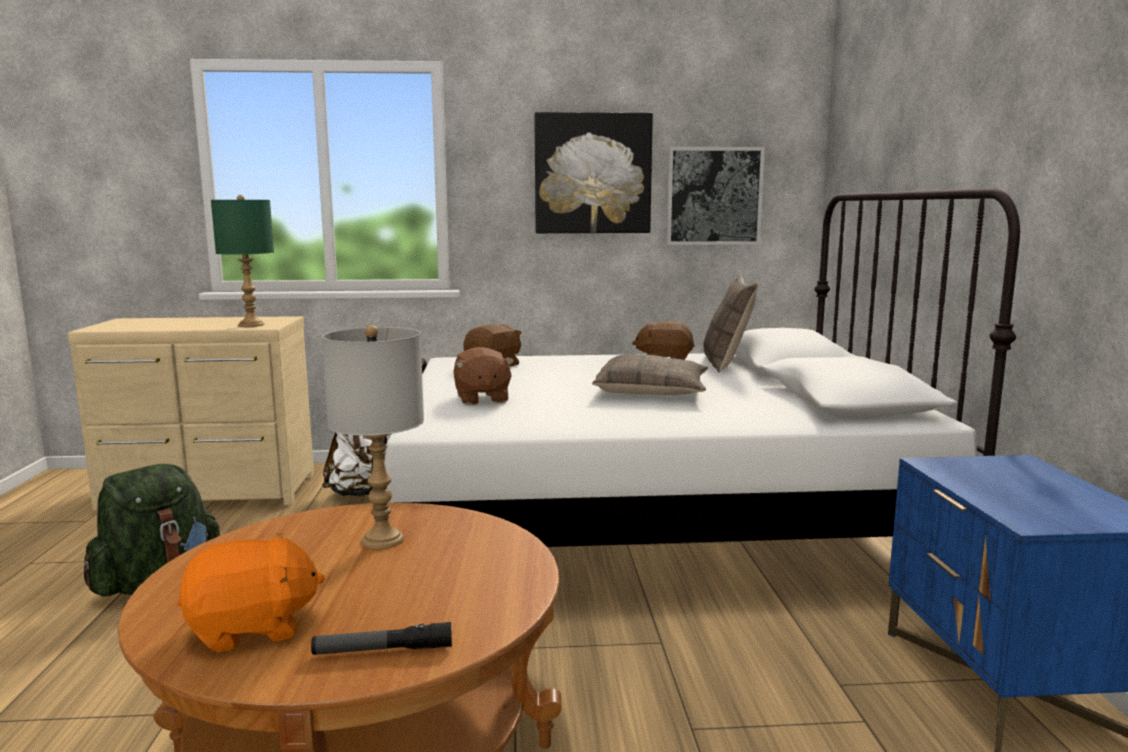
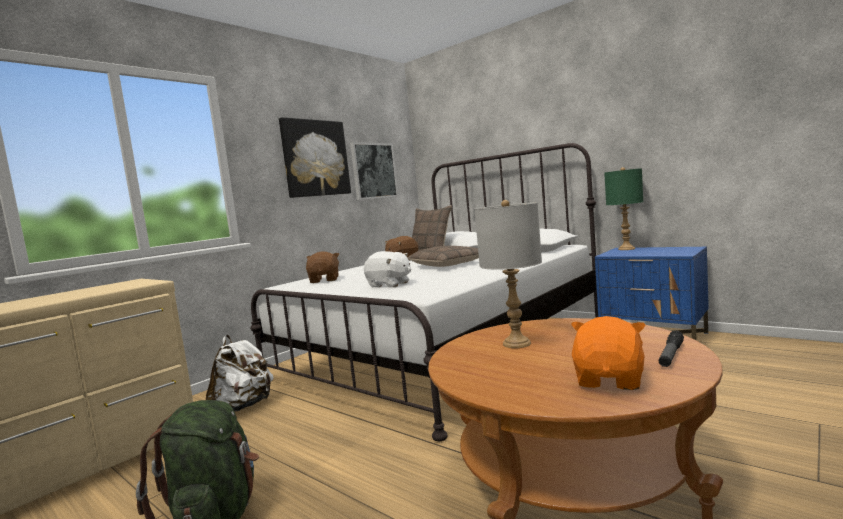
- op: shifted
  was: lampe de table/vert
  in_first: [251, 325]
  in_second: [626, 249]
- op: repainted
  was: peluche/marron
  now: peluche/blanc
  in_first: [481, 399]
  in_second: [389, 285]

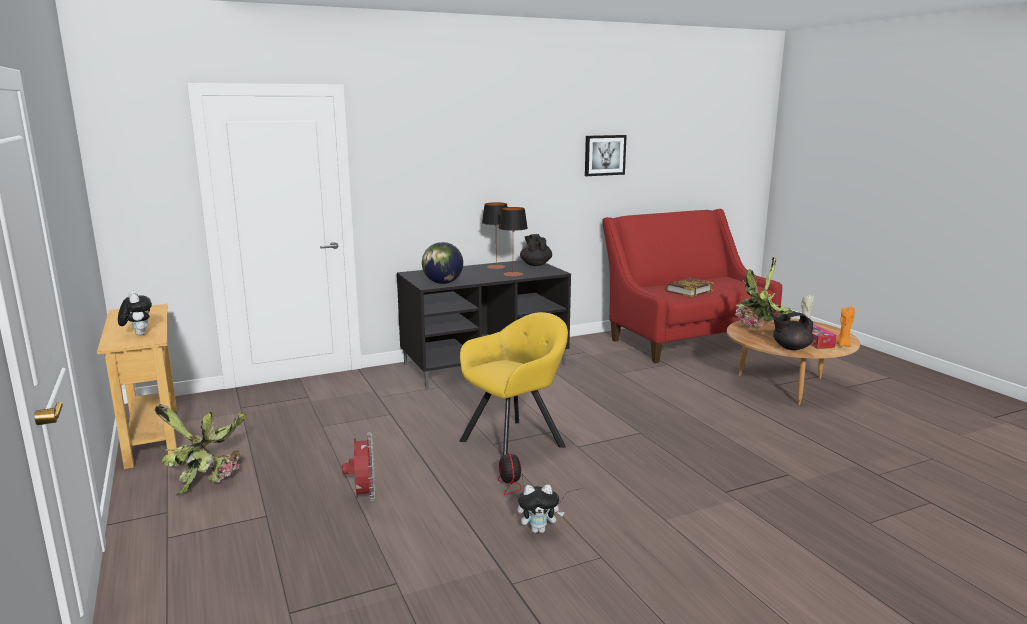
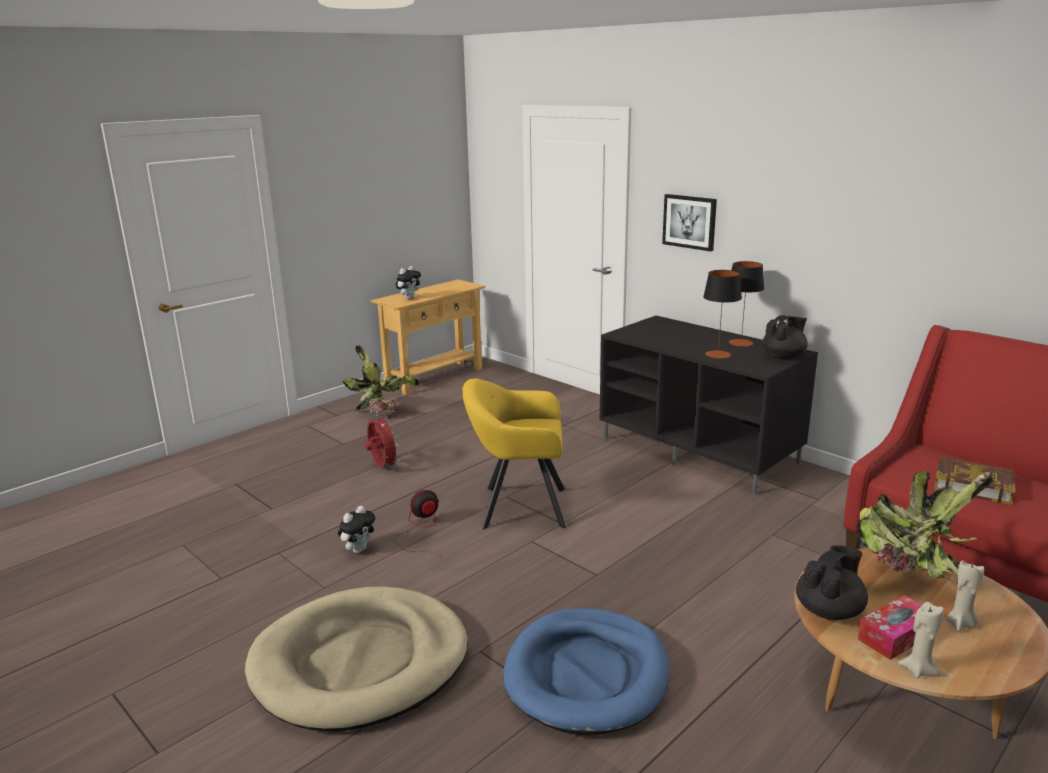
- op: shifted
  was: tableau
  in_first: [604, 155]
  in_second: [689, 222]
- op: gone
  was: globe
  in_first: [443, 283]
- op: repainted
  was: bougie/orange
  now: bougie/beige
  in_first: [842, 345]
  in_second: [918, 670]
- op: rotated
  was: fauteuil/jaune
  in_first: [516, 442]
  in_second: [518, 507]
  clockwise: 150
- op: rotated
  was: théière/noir
  in_first: [790, 348]
  in_second: [829, 610]
  clockwise: 75
- op: rotated
  was: ventilateur/rouge
  in_first: [364, 496]
  in_second: [383, 467]
  clockwise: -90
- op: rotated
  was: peluche
  in_first: [539, 530]
  in_second: [358, 549]
  clockwise: -120
- op: new
  now: panier pour chien/beige
  in_second: [361, 663]
- op: new
  now: panier pour chien/bleu
  in_second: [587, 675]

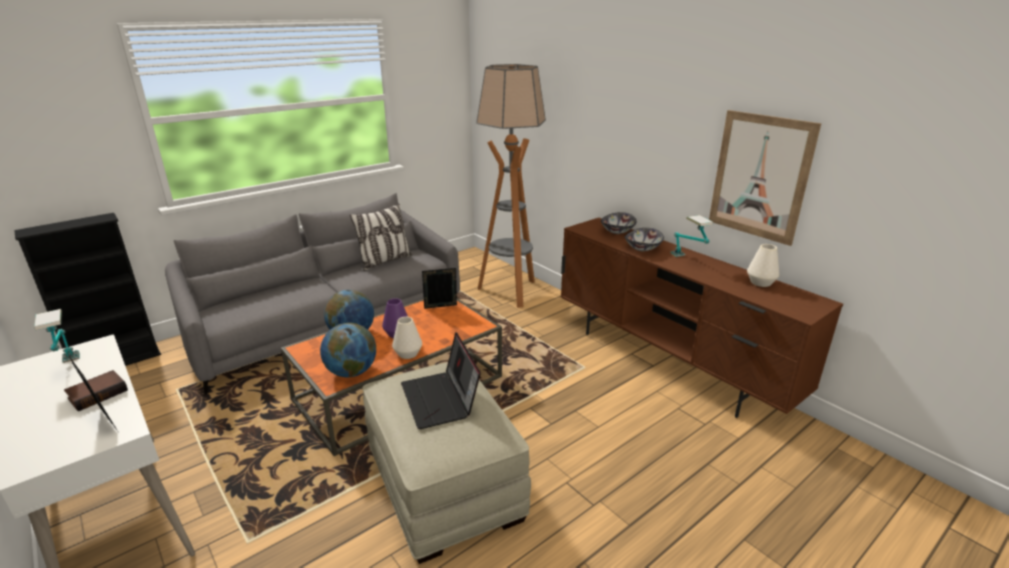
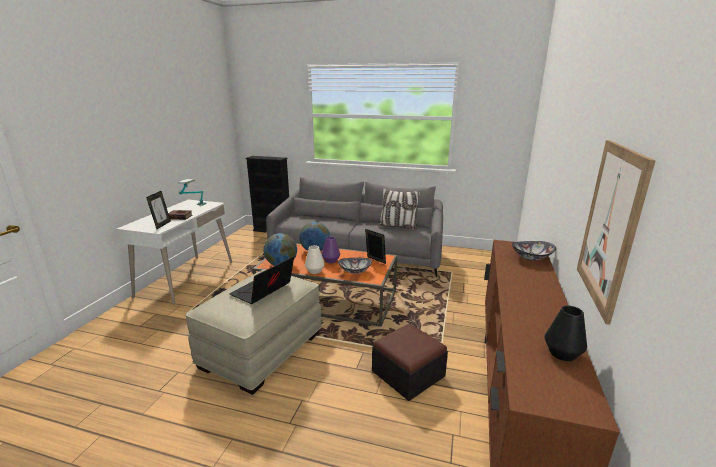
- op: gone
  was: lampadaire
  in_first: [510, 292]
- op: gone
  was: lampe de table
  in_first: [687, 261]
- op: shifted
  was: bol
  in_first: [643, 248]
  in_second: [355, 271]
- op: repainted
  was: vase/blanc
  now: vase/noir
  in_first: [760, 282]
  in_second: [562, 353]
- op: new
  now: pouf
  in_second: [408, 373]

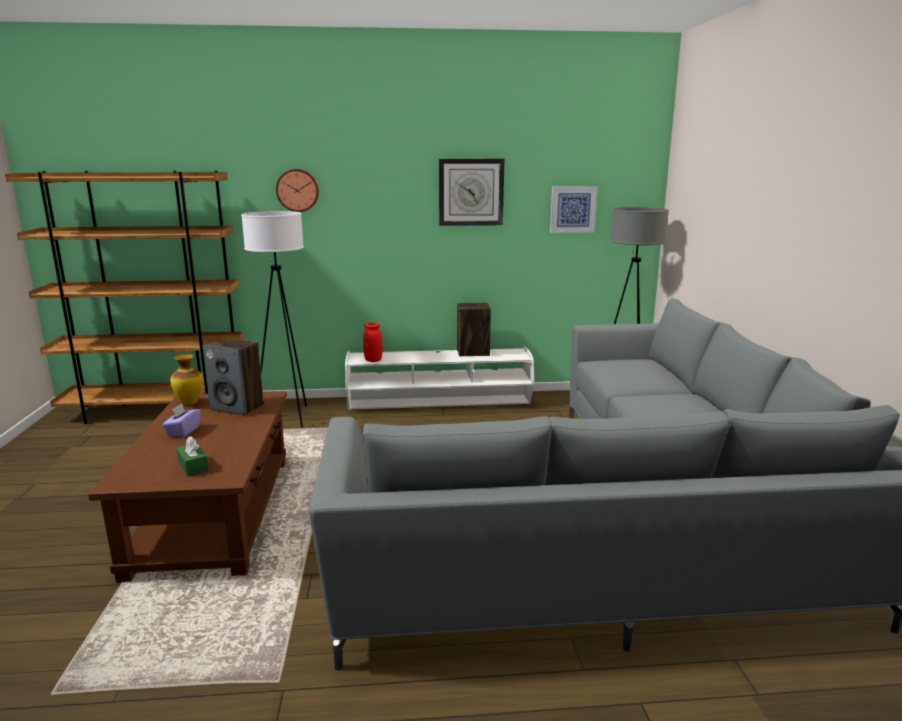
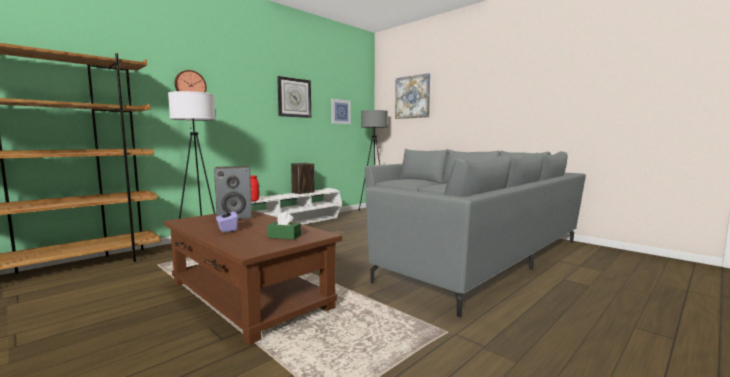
- op: gone
  was: vase
  in_first: [189, 403]
- op: new
  now: tableau
  in_second: [412, 97]

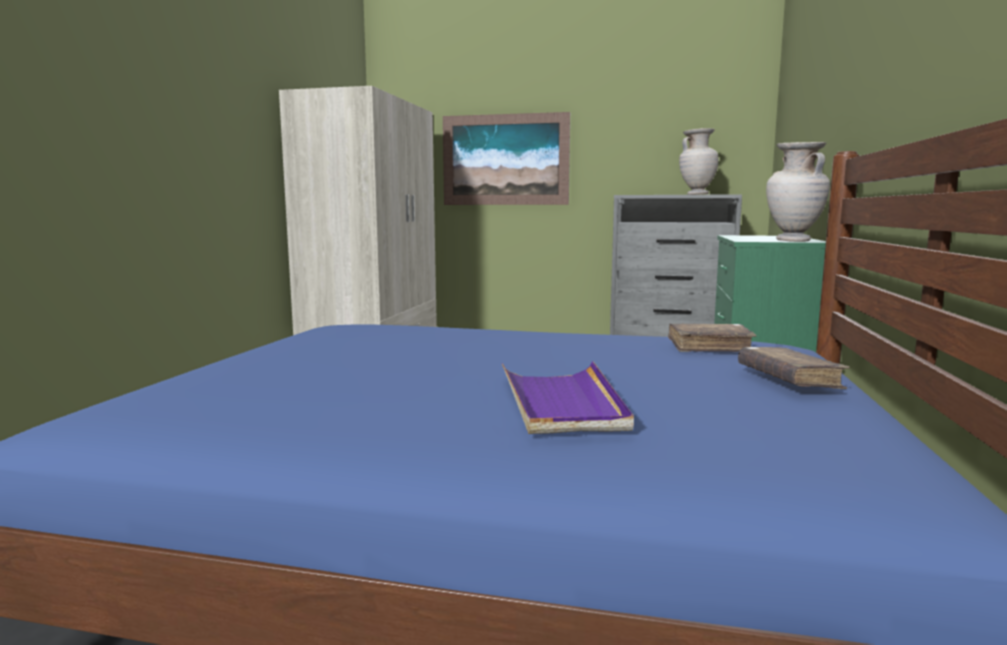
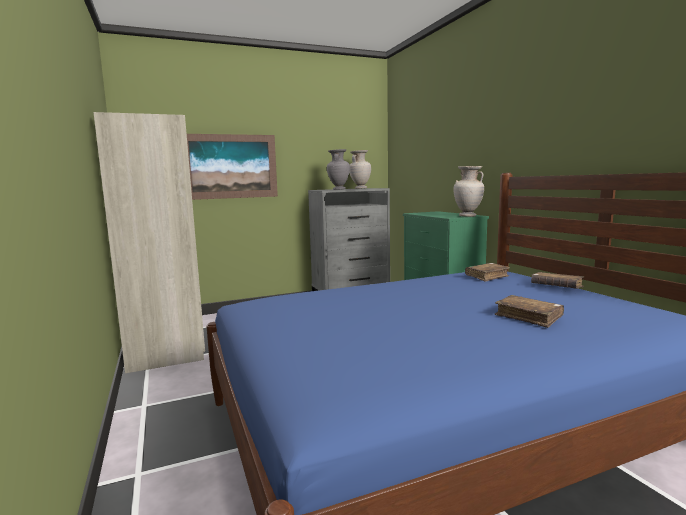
- op: swapped
  was: plateau/violet
  now: livre/marron
  in_first: [562, 402]
  in_second: [528, 317]
- op: new
  now: vase/gris
  in_second: [338, 189]

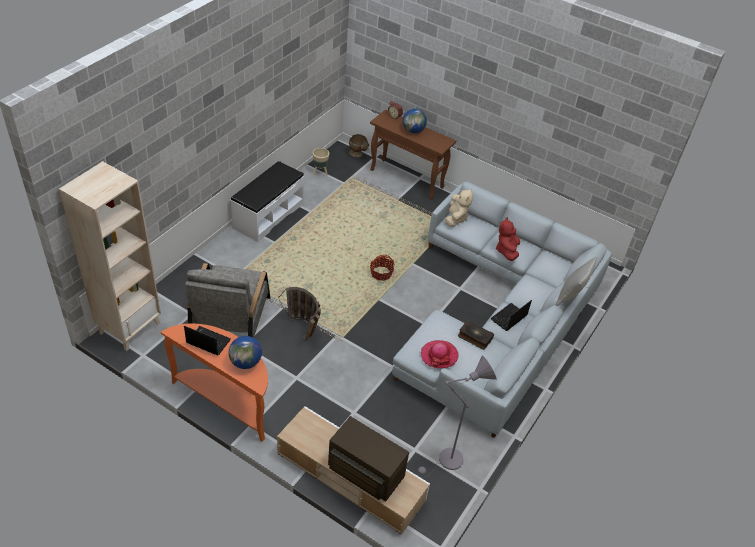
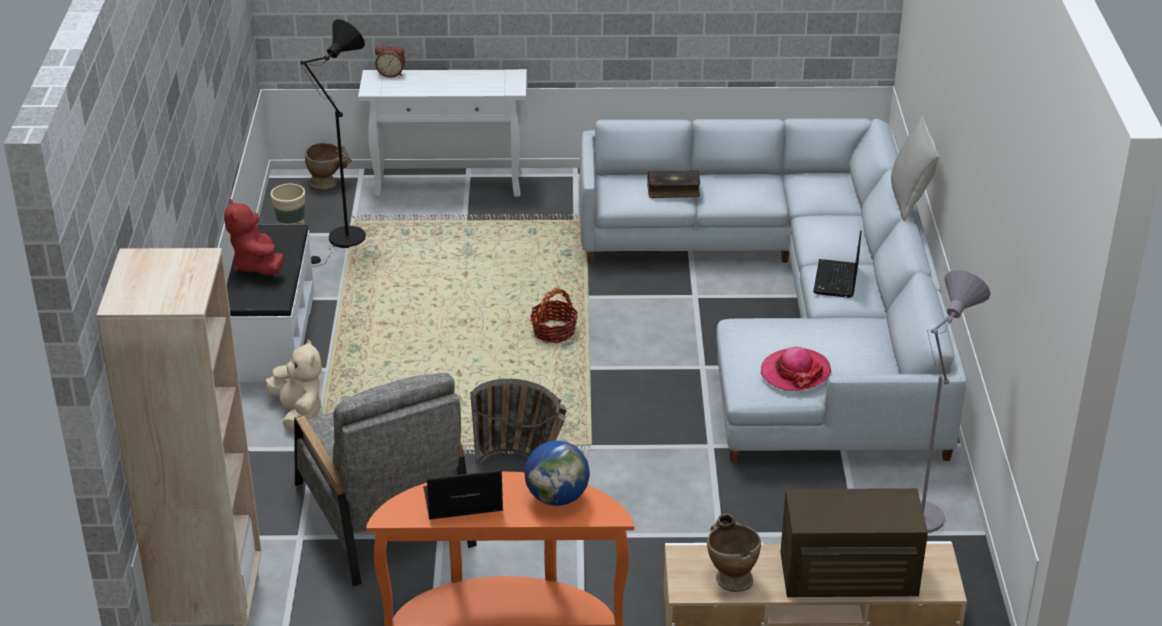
- op: repainted
  was: table console/marron
  now: table console/blanc
  in_first: [407, 179]
  in_second: [449, 185]
- op: gone
  was: globe
  in_first: [413, 131]
- op: shifted
  was: peluche/beige
  in_first: [455, 218]
  in_second: [298, 413]
- op: shifted
  was: peluche/rouge
  in_first: [507, 251]
  in_second: [257, 265]
- op: shifted
  was: livre
  in_first: [475, 337]
  in_second: [673, 190]
- op: new
  now: lampadaire/noir
  in_second: [343, 242]
- op: new
  now: vase/beige
  in_second: [730, 576]

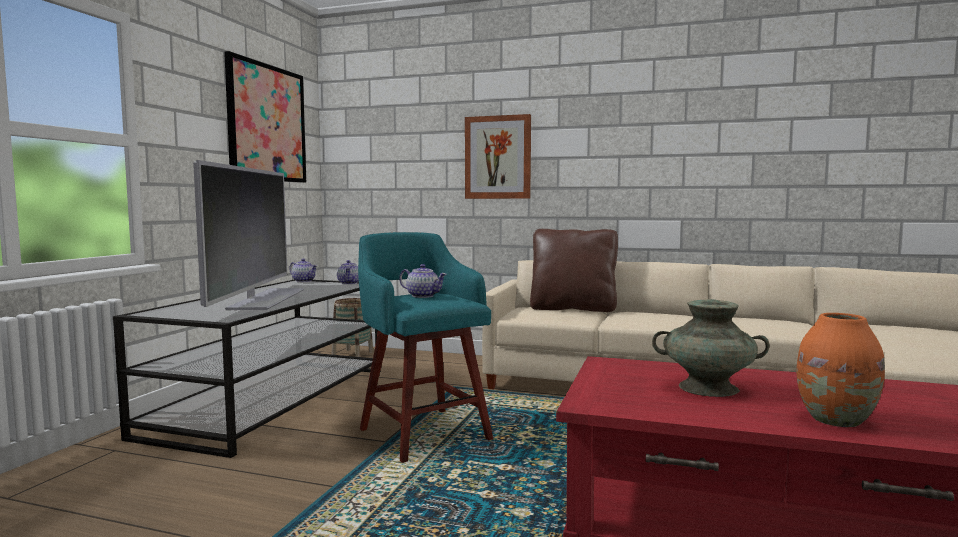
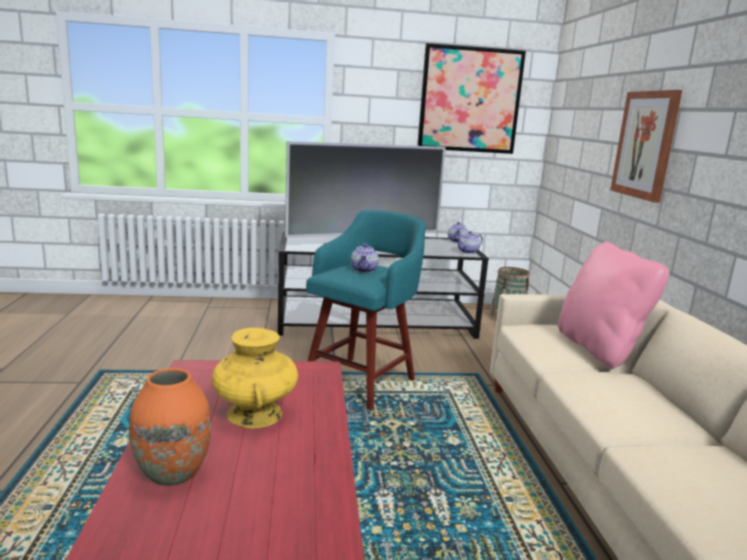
- op: repainted
  was: coussin/marron
  now: coussin/rose
  in_first: [573, 309]
  in_second: [599, 349]
- op: repainted
  was: vase/turquoise
  now: vase/jaune
  in_first: [707, 388]
  in_second: [255, 413]

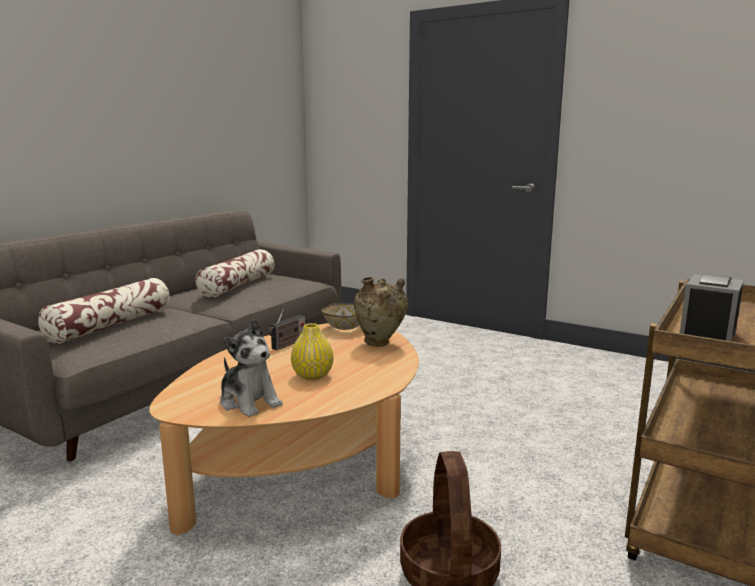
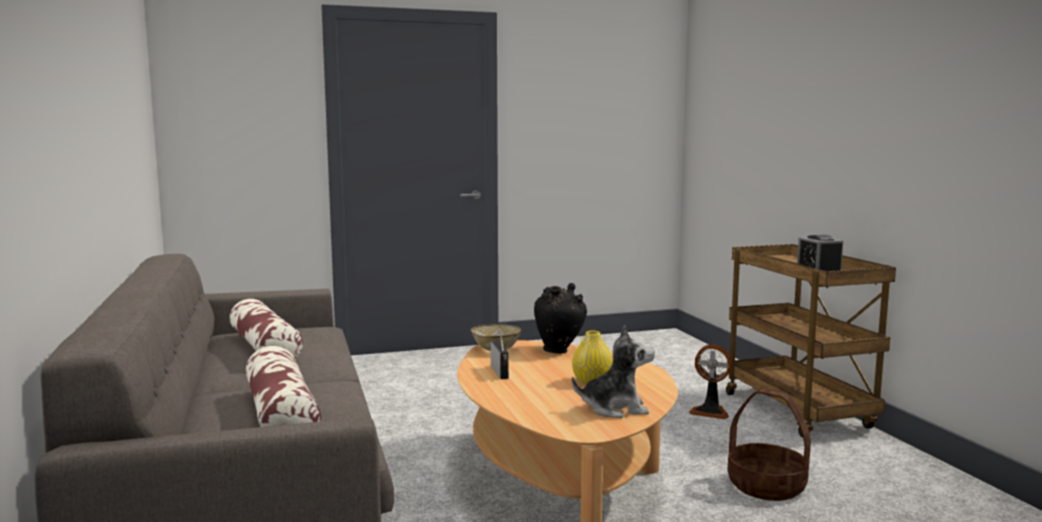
- op: repainted
  was: vase/beige
  now: vase/noir
  in_first: [380, 344]
  in_second: [559, 351]
- op: new
  now: ventilateur
  in_second: [710, 411]

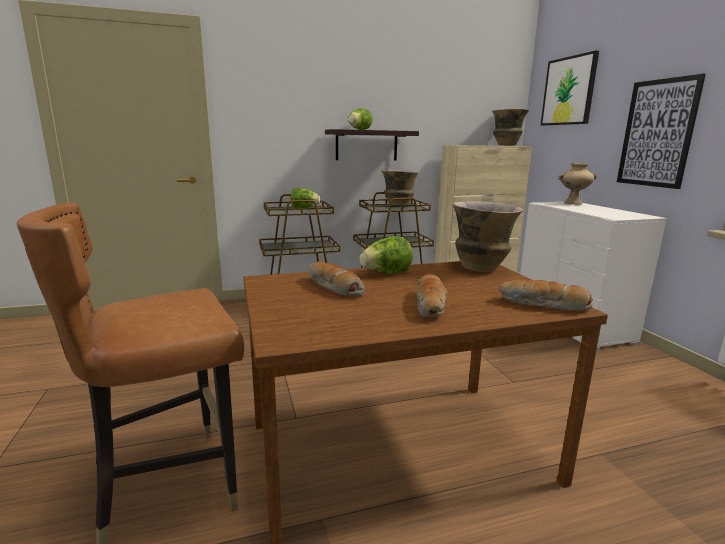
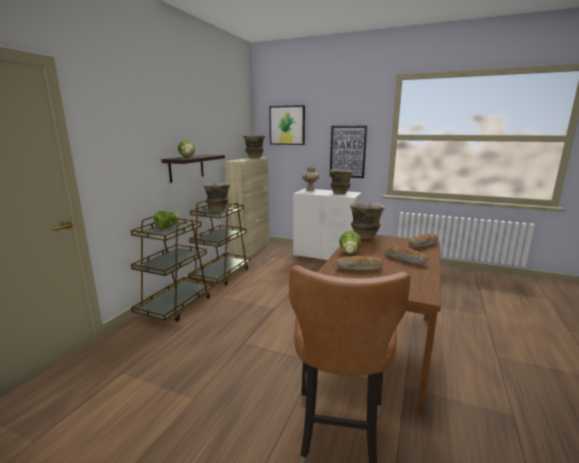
- op: new
  now: vase
  in_second: [340, 193]

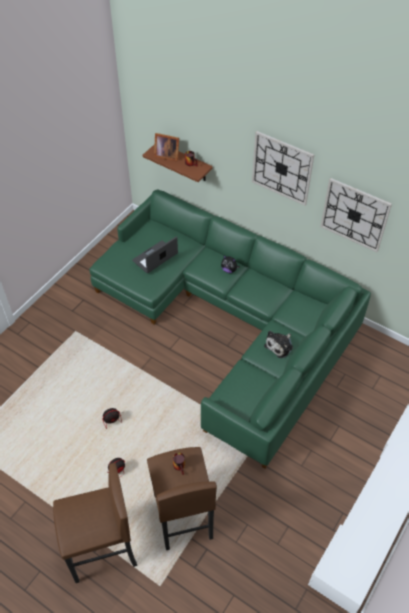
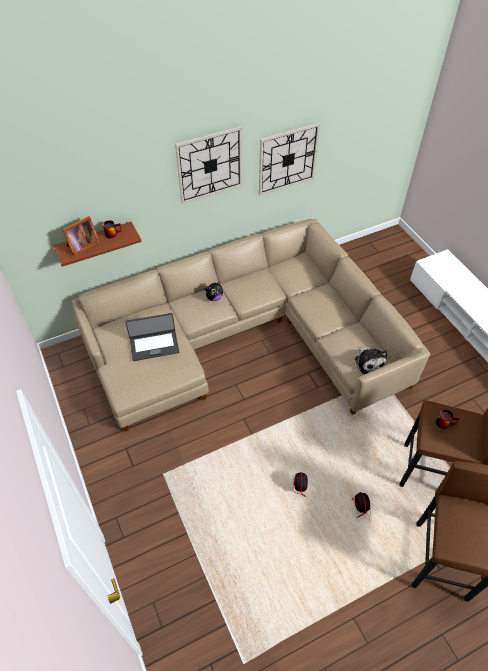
- op: repainted
  was: canapé/vert
  now: canapé/beige
  in_first: [230, 322]
  in_second: [245, 338]
- op: rotated
  was: ordinateur portable
  in_first: [155, 257]
  in_second: [154, 345]
  clockwise: -90
- op: shifted
  was: peluche
  in_first: [280, 346]
  in_second: [369, 361]

